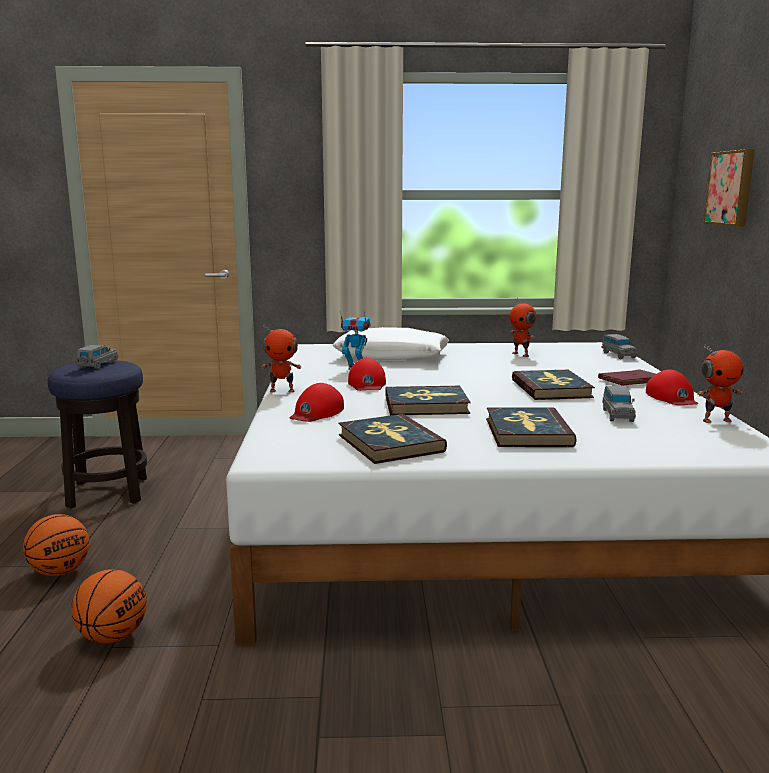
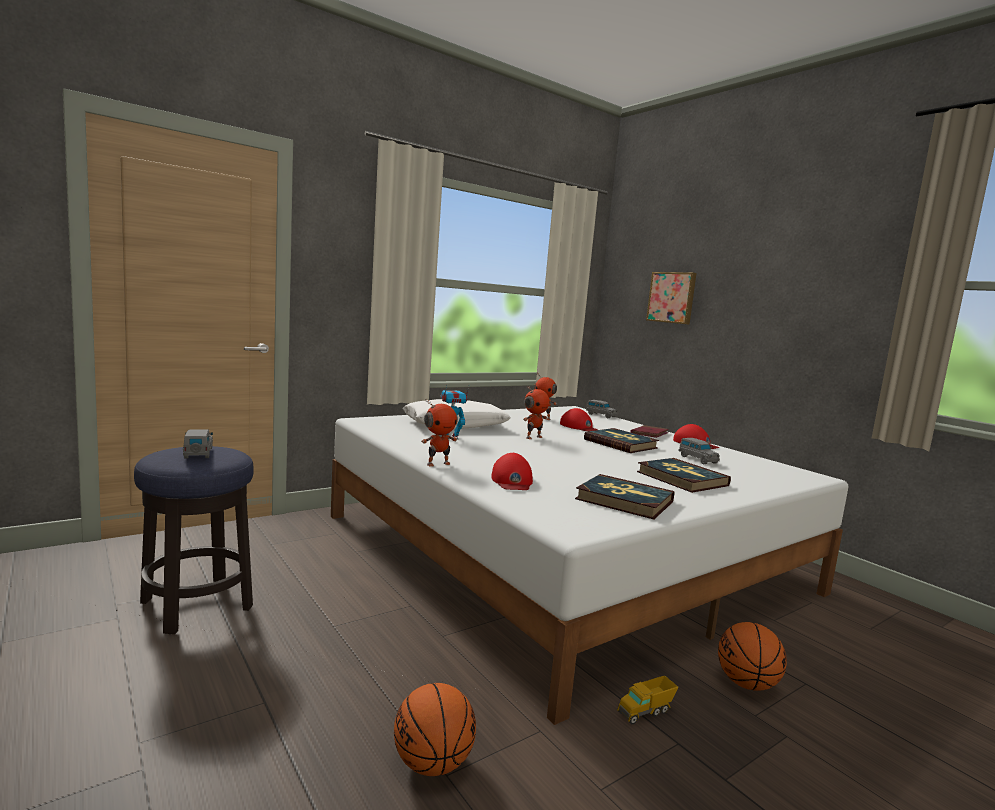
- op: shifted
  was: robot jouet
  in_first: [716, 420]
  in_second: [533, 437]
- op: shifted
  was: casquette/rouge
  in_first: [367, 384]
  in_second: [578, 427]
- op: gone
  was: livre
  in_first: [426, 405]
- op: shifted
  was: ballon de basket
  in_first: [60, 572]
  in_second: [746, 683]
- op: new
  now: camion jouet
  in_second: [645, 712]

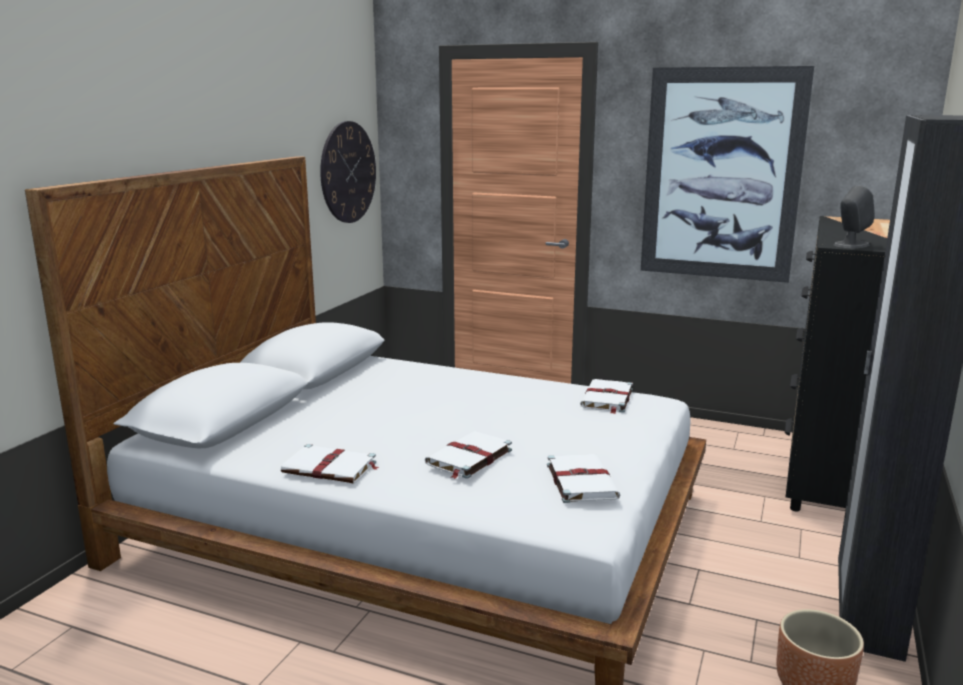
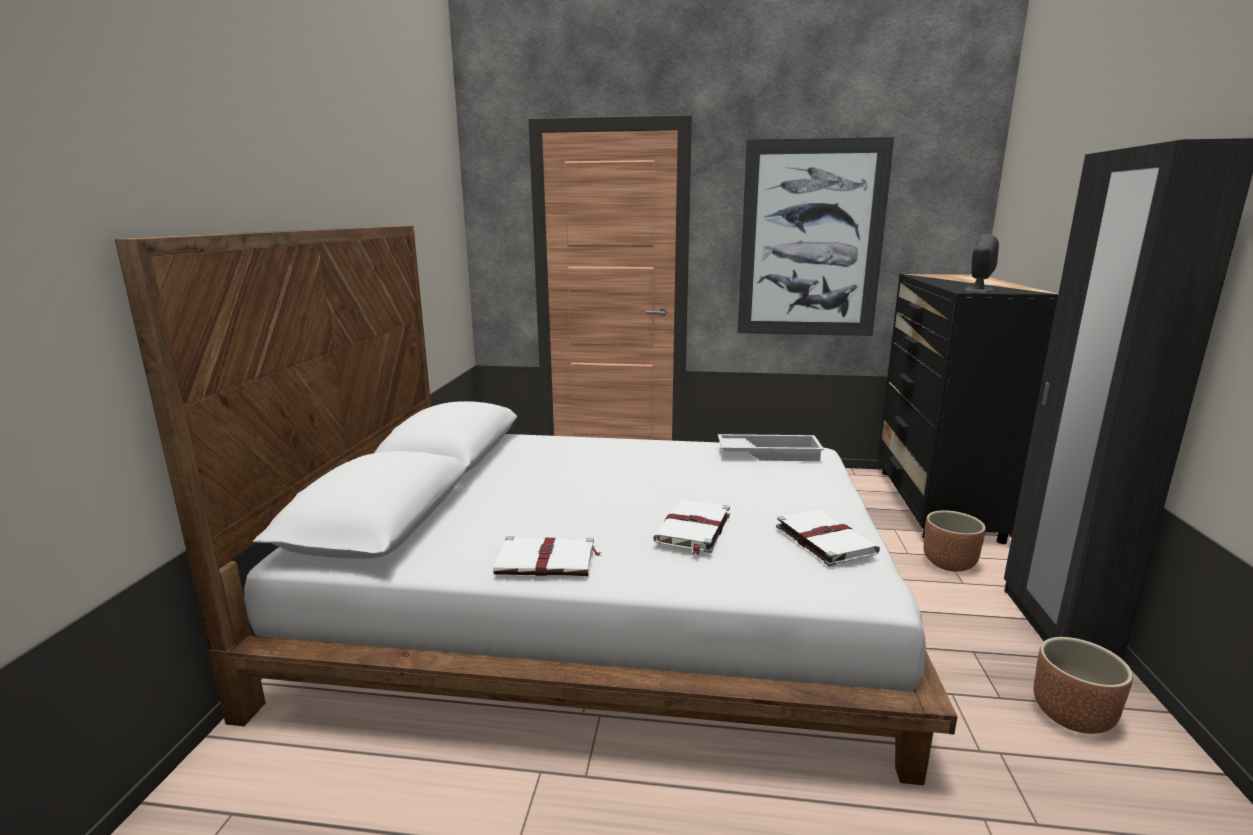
- op: gone
  was: horloge murale
  in_first: [348, 172]
- op: swapped
  was: livre/blanc
  now: plateau/blanc
  in_first: [607, 399]
  in_second: [769, 453]
- op: new
  now: cache-pot/marron
  in_second: [949, 564]

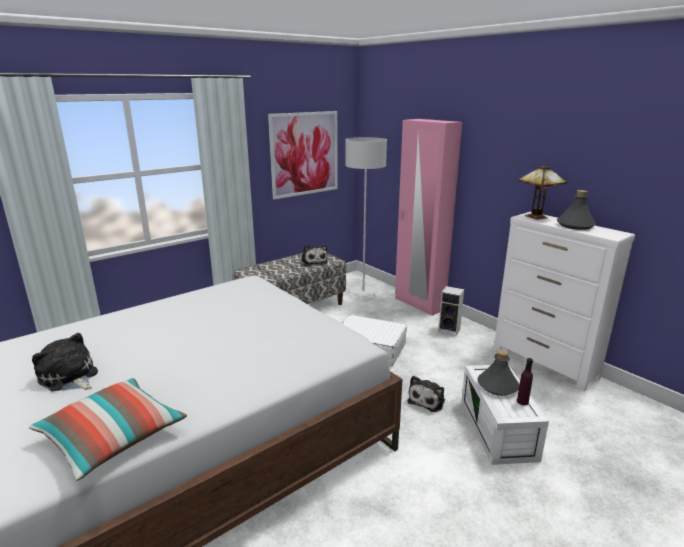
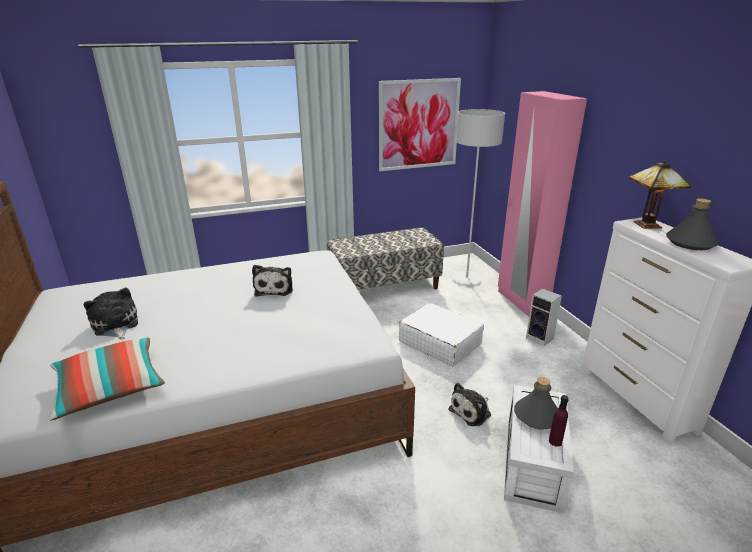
- op: shifted
  was: peluche
  in_first: [313, 261]
  in_second: [274, 288]

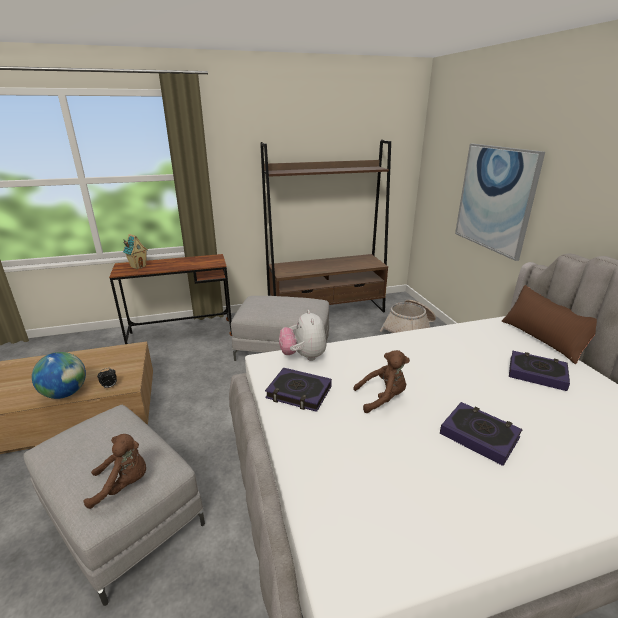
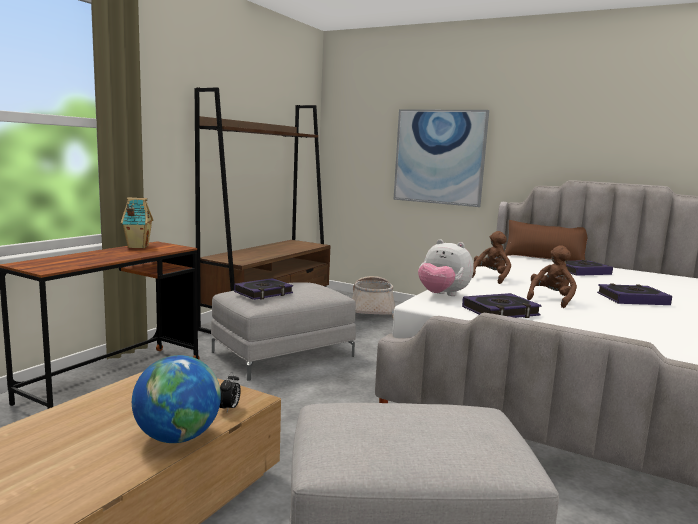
- op: shifted
  was: maison miniature
  in_first: [138, 266]
  in_second: [137, 246]
- op: shifted
  was: peluche/marron
  in_first: [123, 485]
  in_second: [490, 278]
- op: new
  now: livre
  in_second: [263, 293]

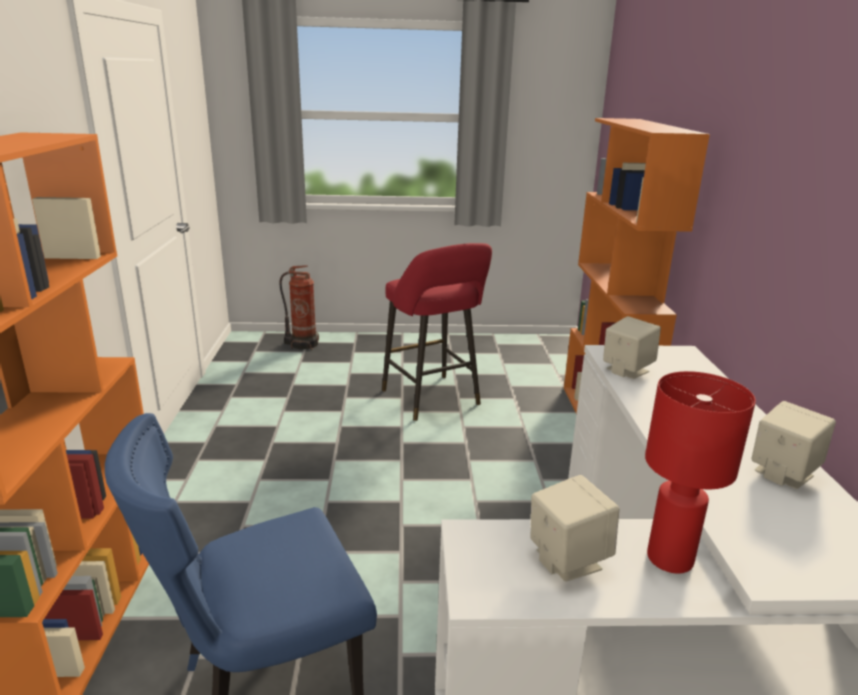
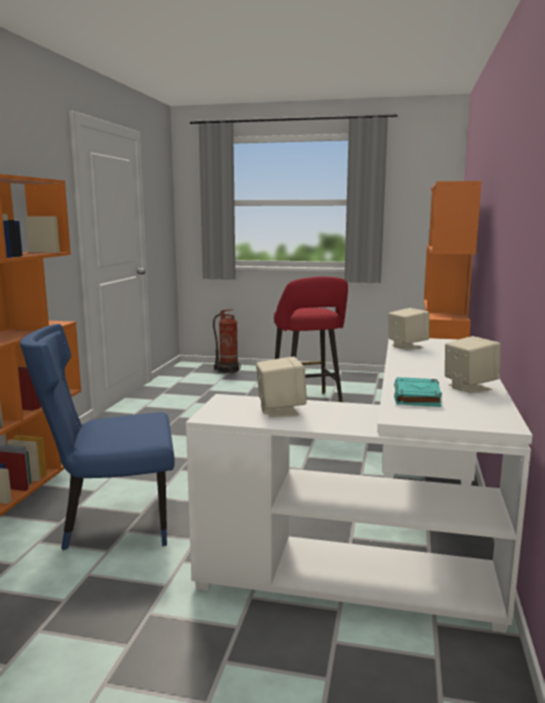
- op: gone
  was: lampe de table/rouge
  in_first: [668, 559]
- op: new
  now: livre/turquoise
  in_second: [417, 397]

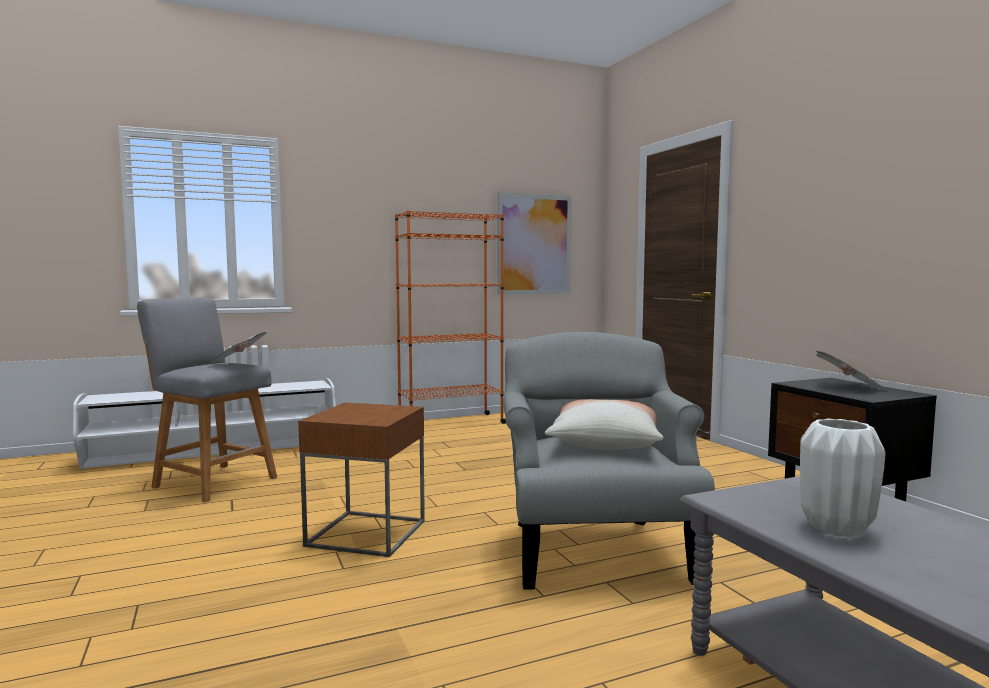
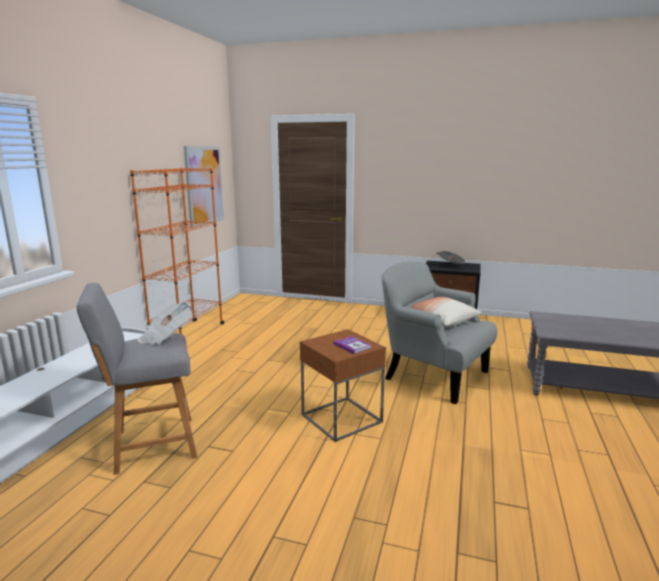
- op: gone
  was: vase/blanc
  in_first: [837, 528]
- op: new
  now: livre
  in_second: [352, 346]

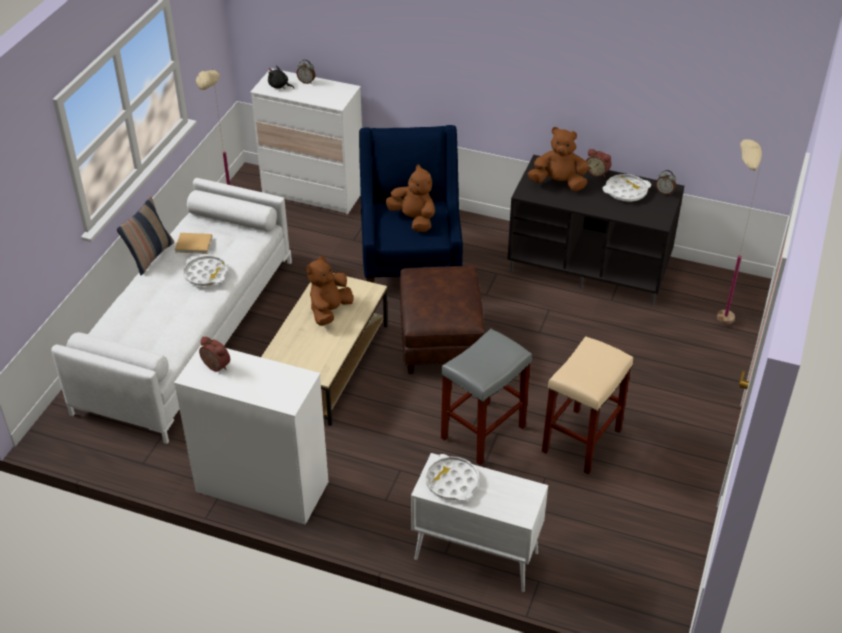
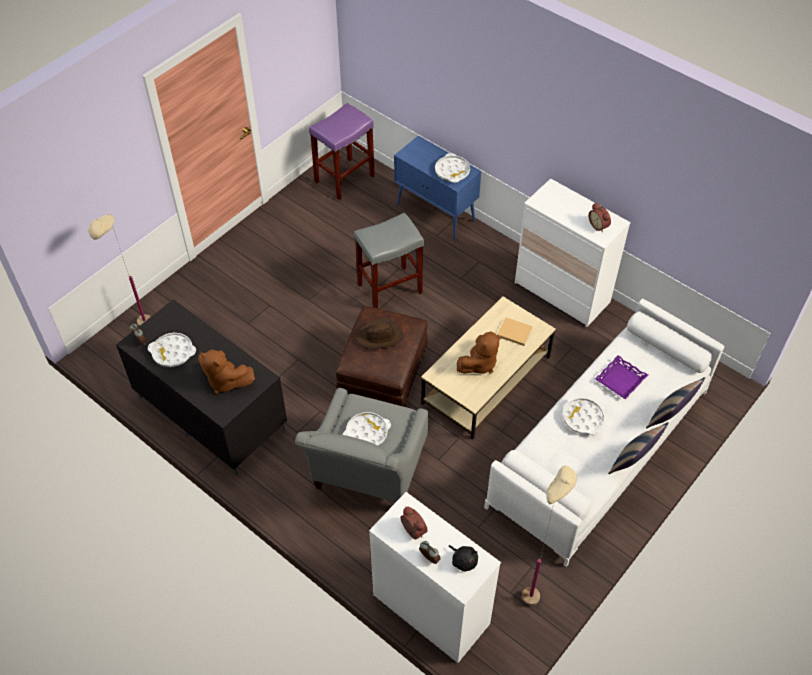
- op: repainted
  was: fauteuil/bleu
  now: fauteuil/gris
  in_first: [411, 259]
  in_second: [367, 475]
- op: shifted
  was: réveil
  in_first: [597, 172]
  in_second: [412, 531]
- op: swapped
  was: peluche/marron
  now: plateau/blanc
  in_first: [413, 220]
  in_second: [367, 433]
- op: shifted
  was: livre/beige
  in_first: [195, 244]
  in_second: [513, 332]
- op: gone
  was: tabouret/beige
  in_first: [581, 442]
- op: repainted
  was: meuble de rangement/blanc
  now: meuble de rangement/bleu
  in_first: [475, 556]
  in_second: [436, 213]
- op: new
  now: tabouret/violet
  in_second: [344, 178]
- op: new
  now: chapeau/marron
  in_second: [380, 337]
- op: new
  now: plateau/violet
  in_second: [621, 380]
- op: new
  now: coussin
  in_second: [669, 416]

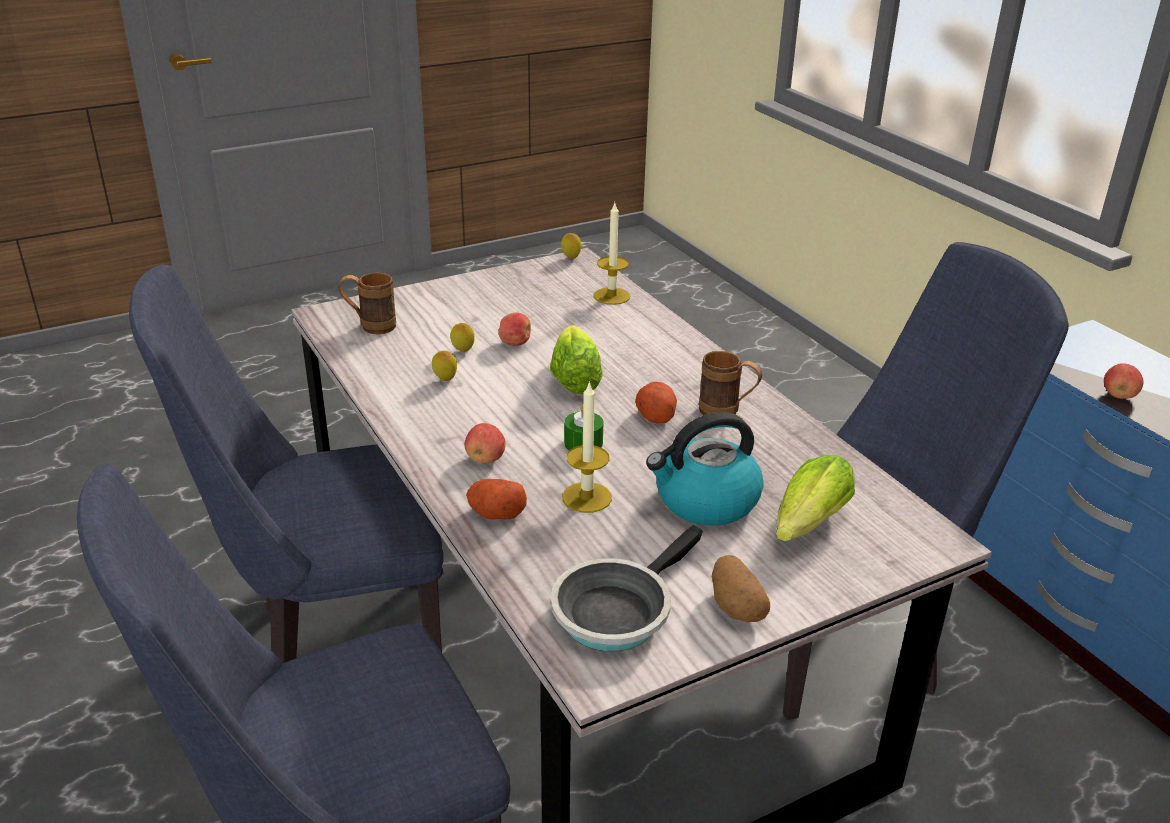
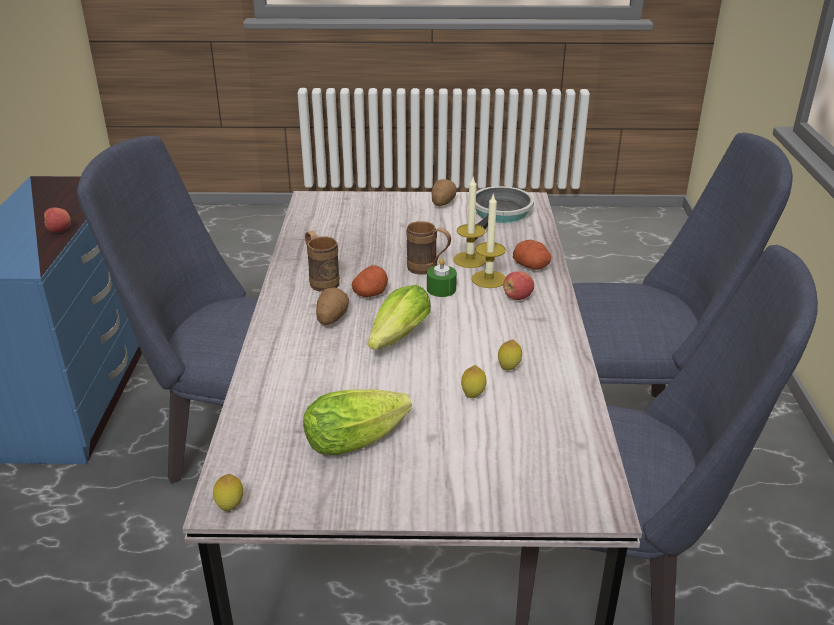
- op: shifted
  was: bougie
  in_first: [611, 296]
  in_second: [488, 279]
- op: shifted
  was: mug/marron
  in_first: [370, 326]
  in_second: [428, 269]
- op: gone
  was: pomme
  in_first: [515, 343]
- op: gone
  was: bouilloire
  in_first: [705, 501]
- op: shifted
  was: laitue
  in_first: [806, 526]
  in_second: [360, 438]
- op: rotated
  was: poêle
  in_first: [617, 610]
  in_second: [500, 214]
  clockwise: -45
- op: new
  now: pomme de terre
  in_second: [331, 318]

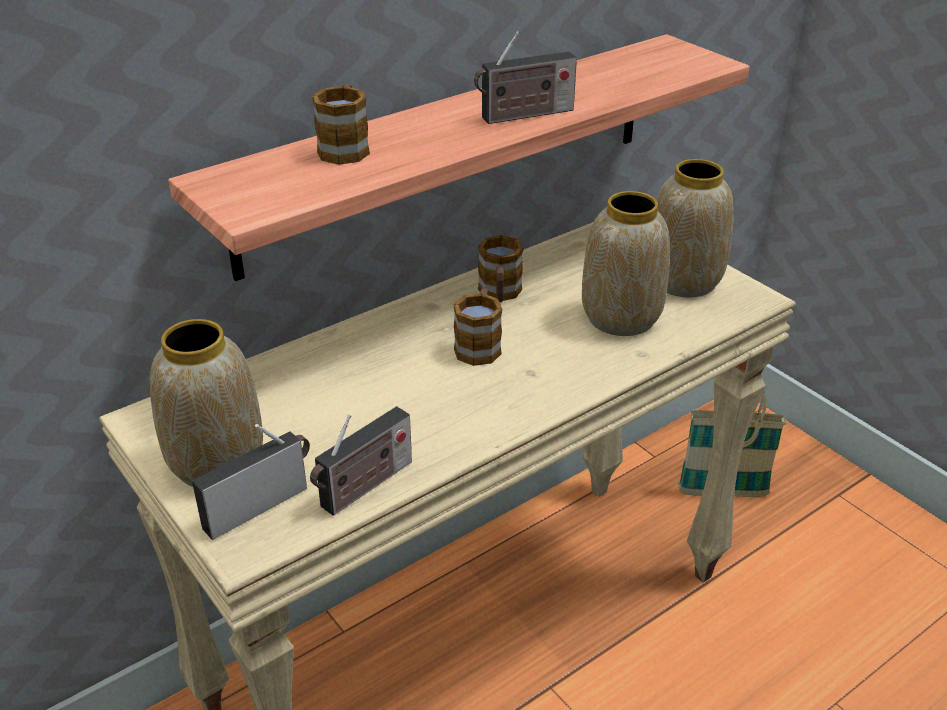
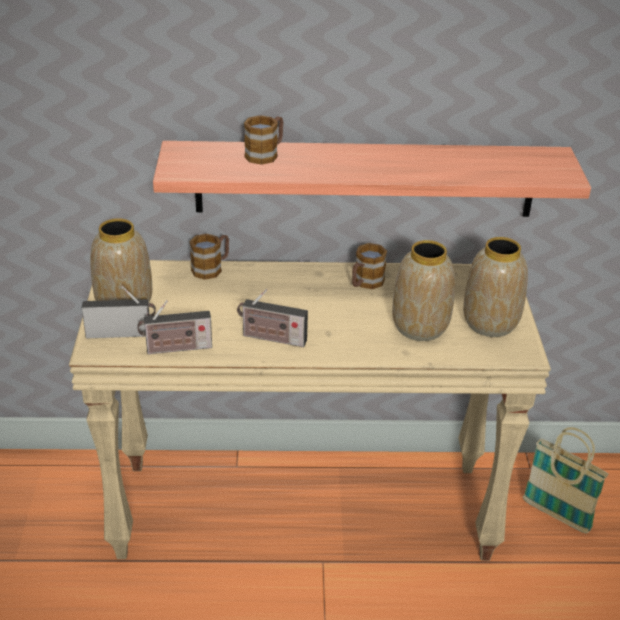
- op: shifted
  was: radio
  in_first: [524, 115]
  in_second: [271, 338]
- op: shifted
  was: mug
  in_first: [479, 345]
  in_second: [211, 268]

